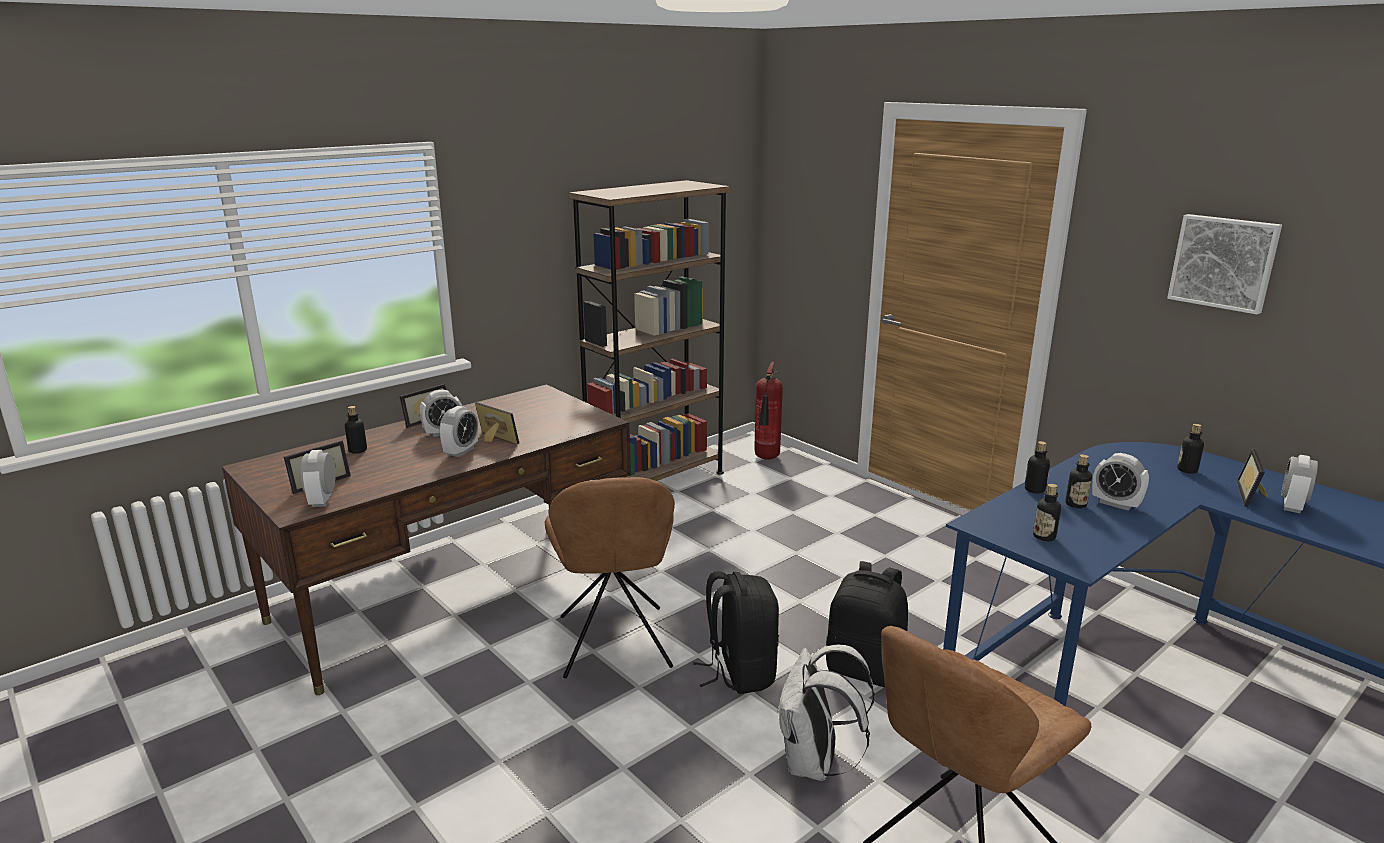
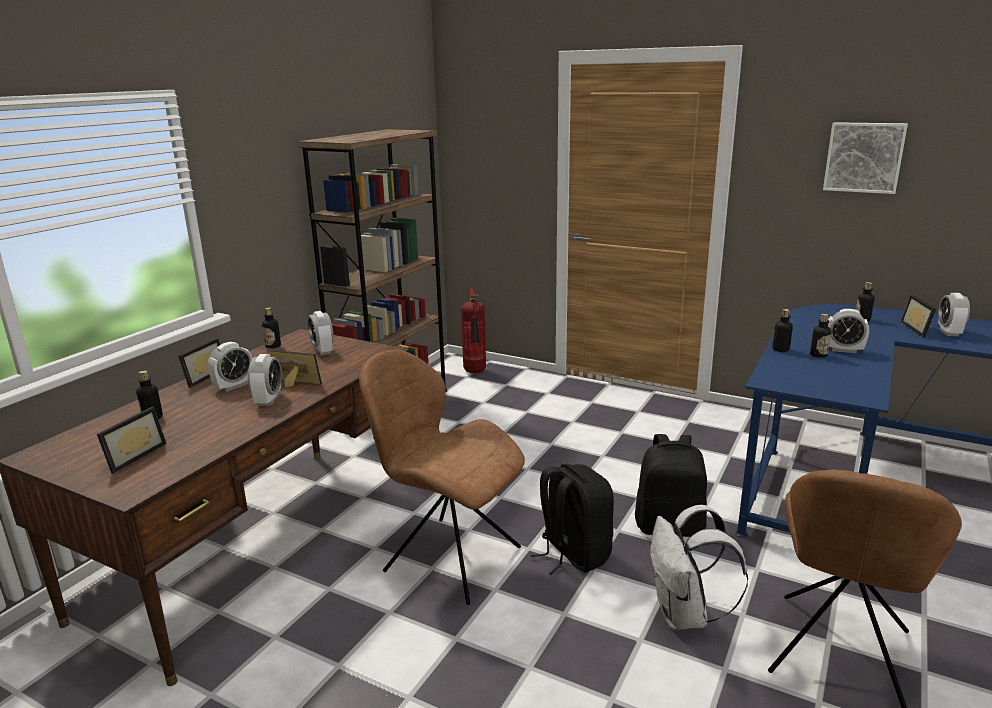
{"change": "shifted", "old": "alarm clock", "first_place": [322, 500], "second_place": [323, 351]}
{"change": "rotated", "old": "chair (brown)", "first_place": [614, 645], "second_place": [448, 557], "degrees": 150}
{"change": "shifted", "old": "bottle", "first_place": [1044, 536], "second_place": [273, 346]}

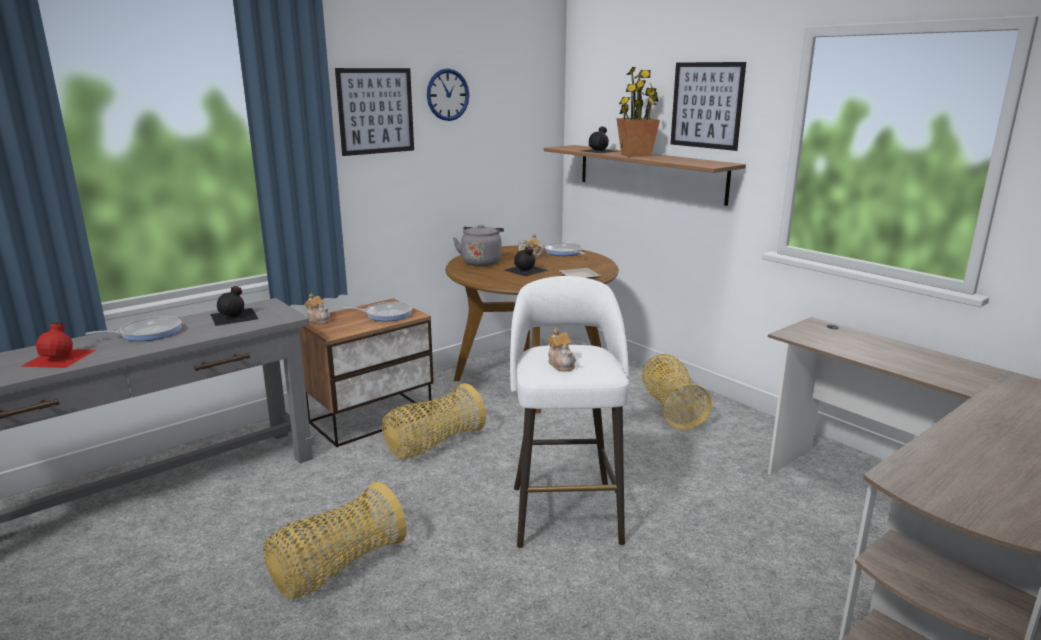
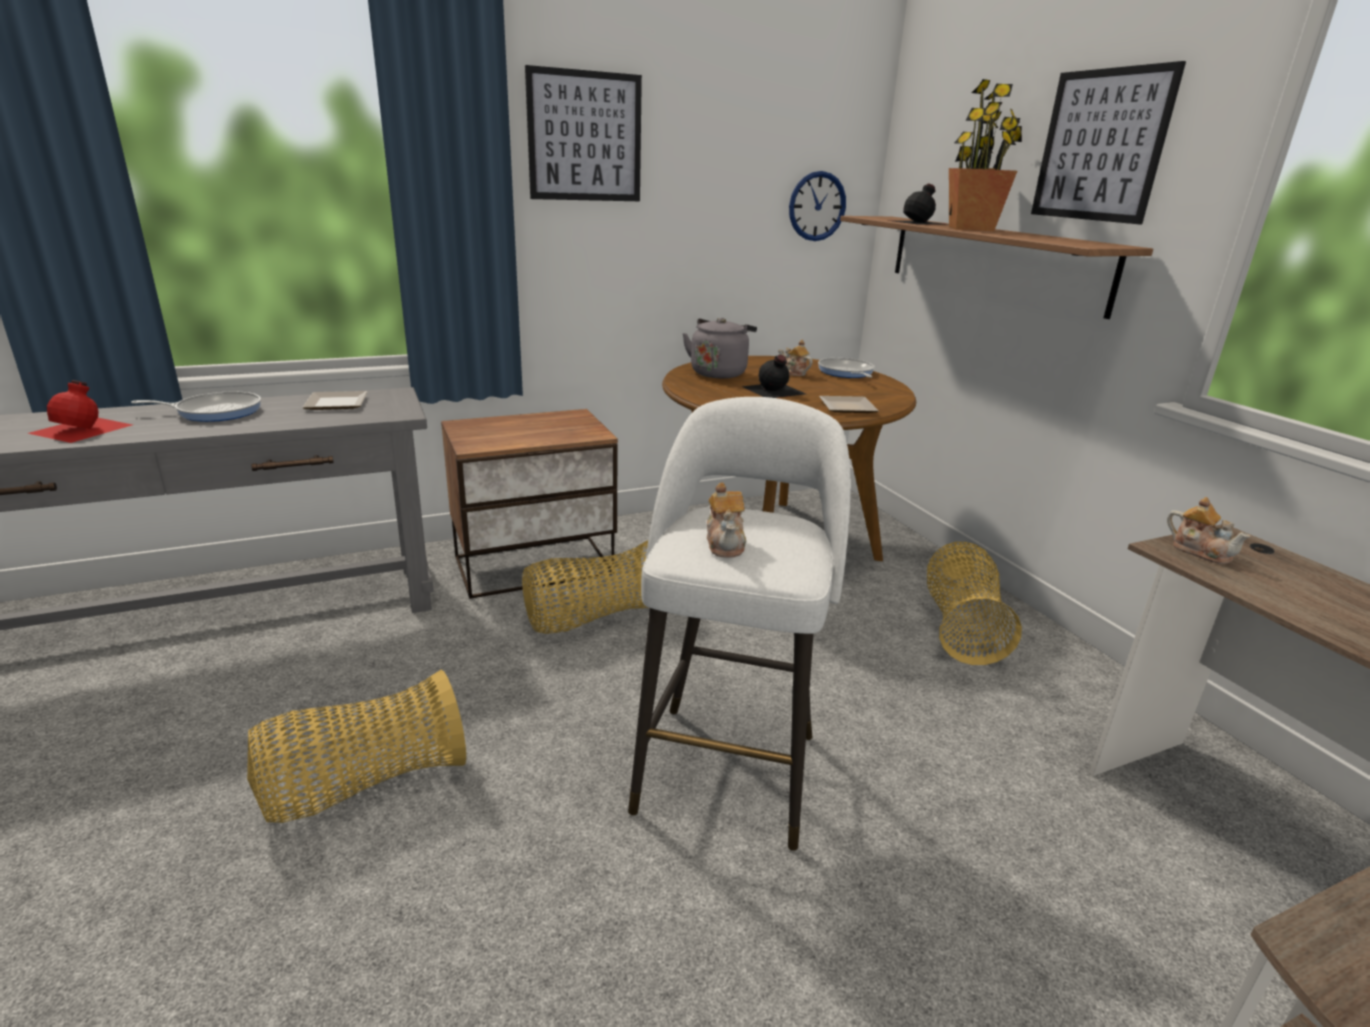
{"change": "swapped", "old": "bottle (black)", "new": "plate", "first_place": [235, 316], "second_place": [338, 404]}
{"change": "shifted", "old": "teapot", "first_place": [318, 320], "second_place": [1200, 551]}
{"change": "gone", "old": "frying pan", "first_place": [386, 314]}
{"change": "shifted", "old": "wall clock", "first_place": [447, 95], "second_place": [817, 206]}

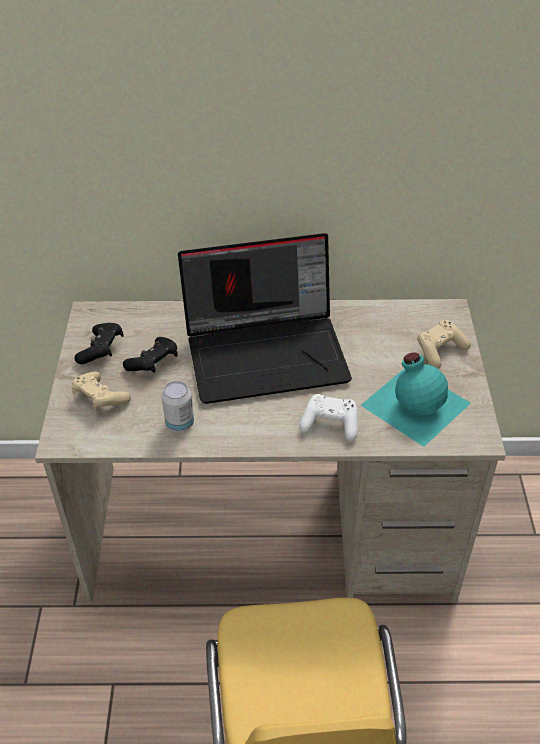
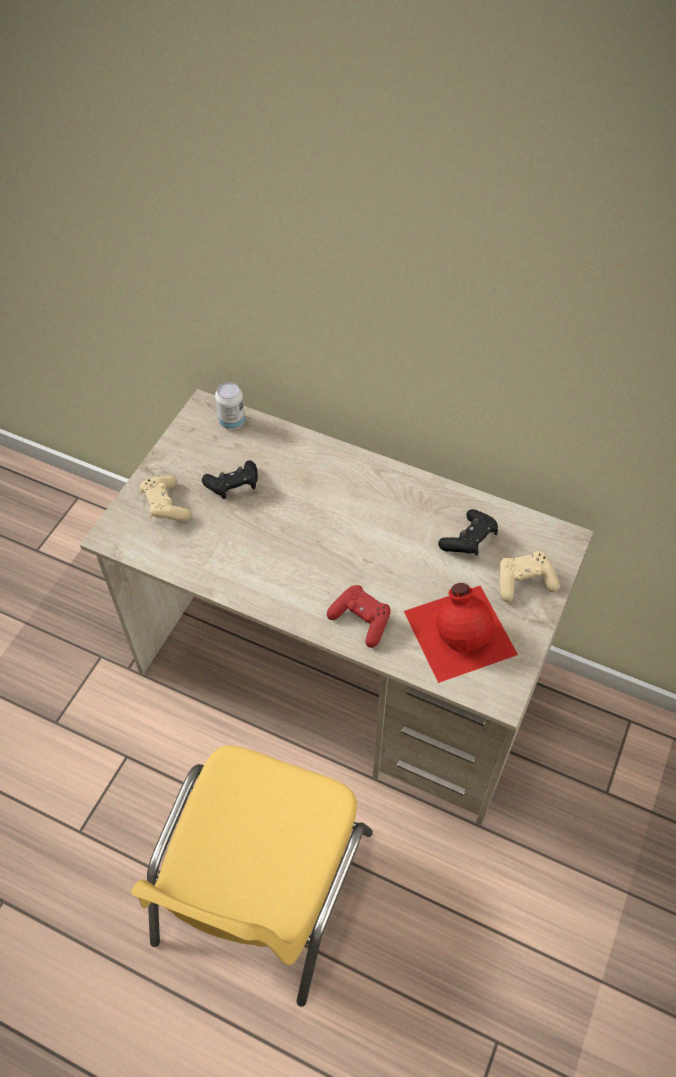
{"change": "shifted", "old": "game controller (black)", "first_place": [102, 350], "second_place": [469, 540]}
{"change": "shifted", "old": "can", "first_place": [179, 423], "second_place": [232, 422]}
{"change": "gone", "old": "laptop", "first_place": [268, 351]}
{"change": "repainted", "old": "game controller (white)", "new": "game controller (red)", "first_place": [330, 424], "second_place": [361, 620]}
{"change": "repainted", "old": "bottle (turquoise)", "new": "bottle (red)", "first_place": [415, 402], "second_place": [460, 630]}

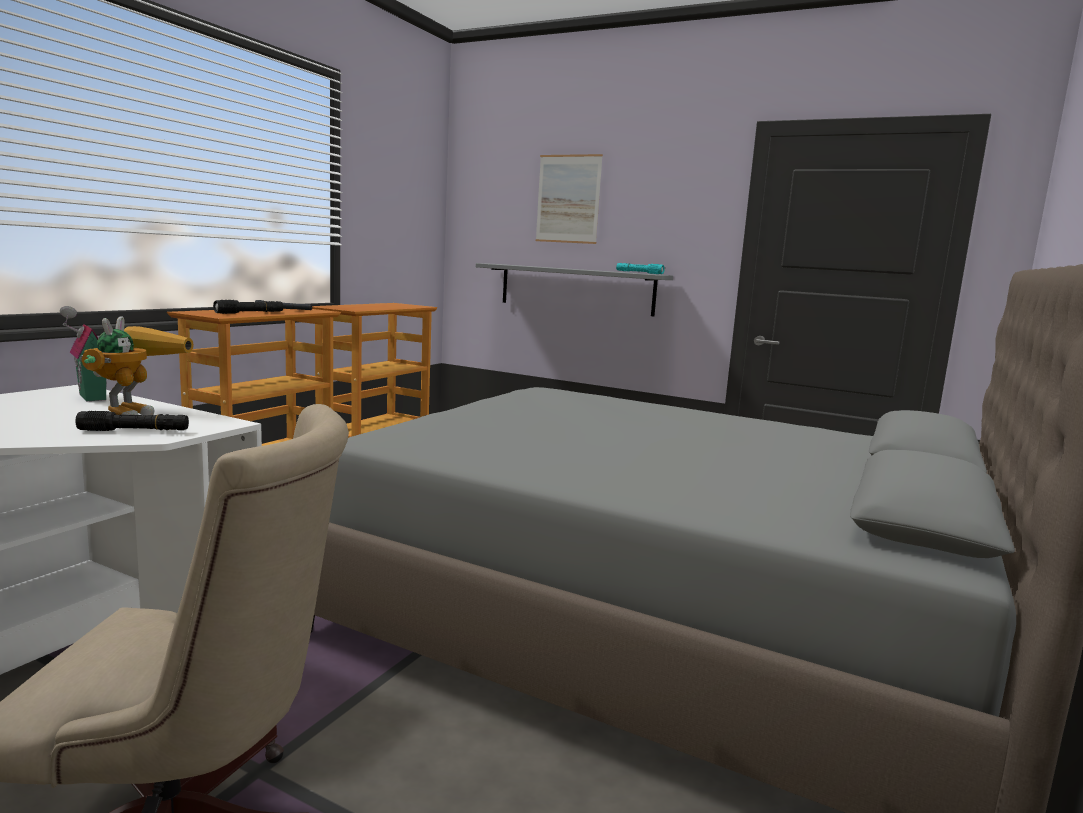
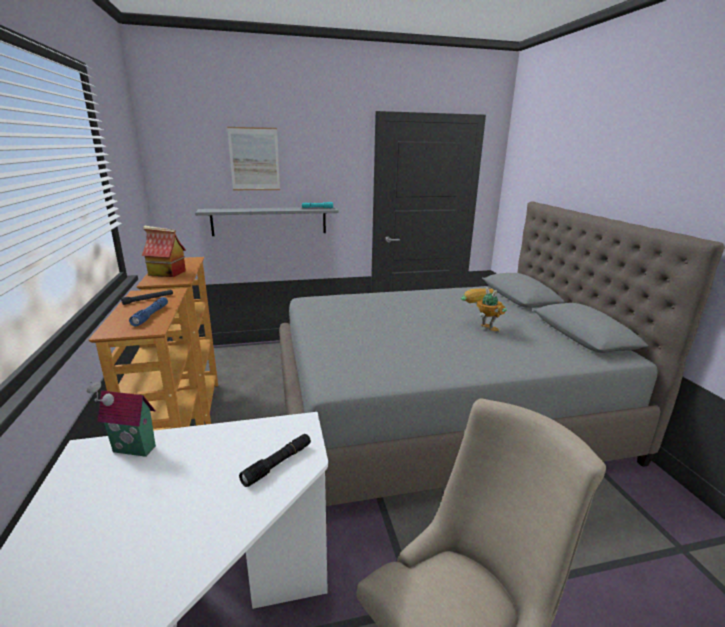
{"change": "shifted", "old": "toy robot", "first_place": [134, 413], "second_place": [481, 328]}
{"change": "repainted", "old": "flashlight (black)", "new": "flashlight (blue)", "first_place": [250, 313], "second_place": [151, 315]}
{"change": "new", "new": "toy house", "second_place": [166, 273]}

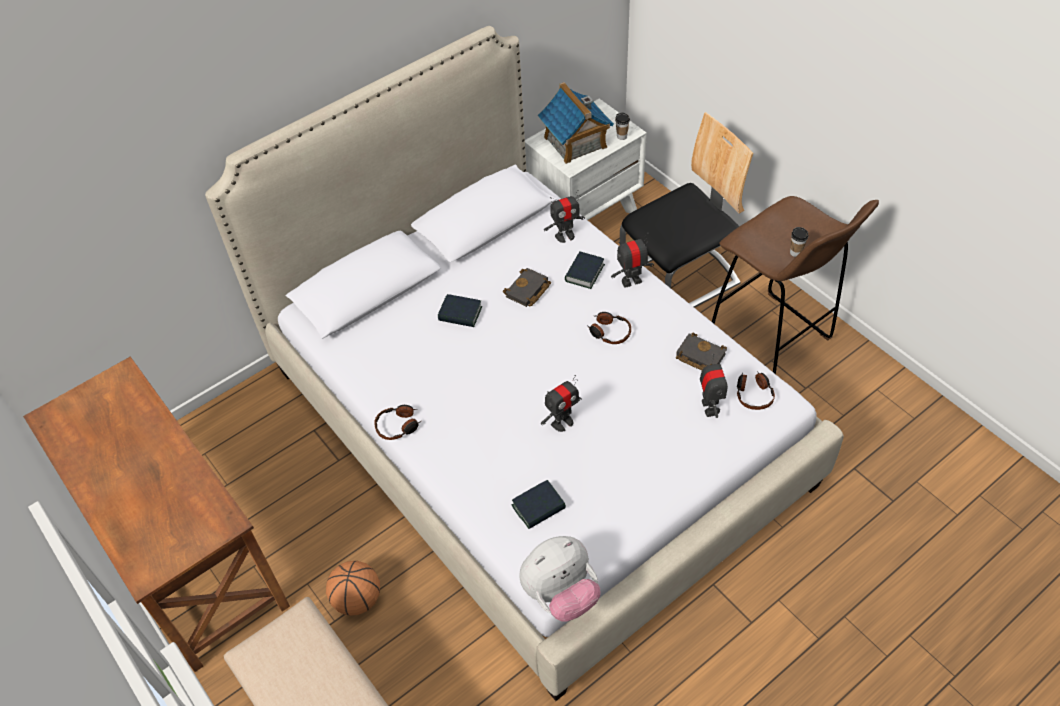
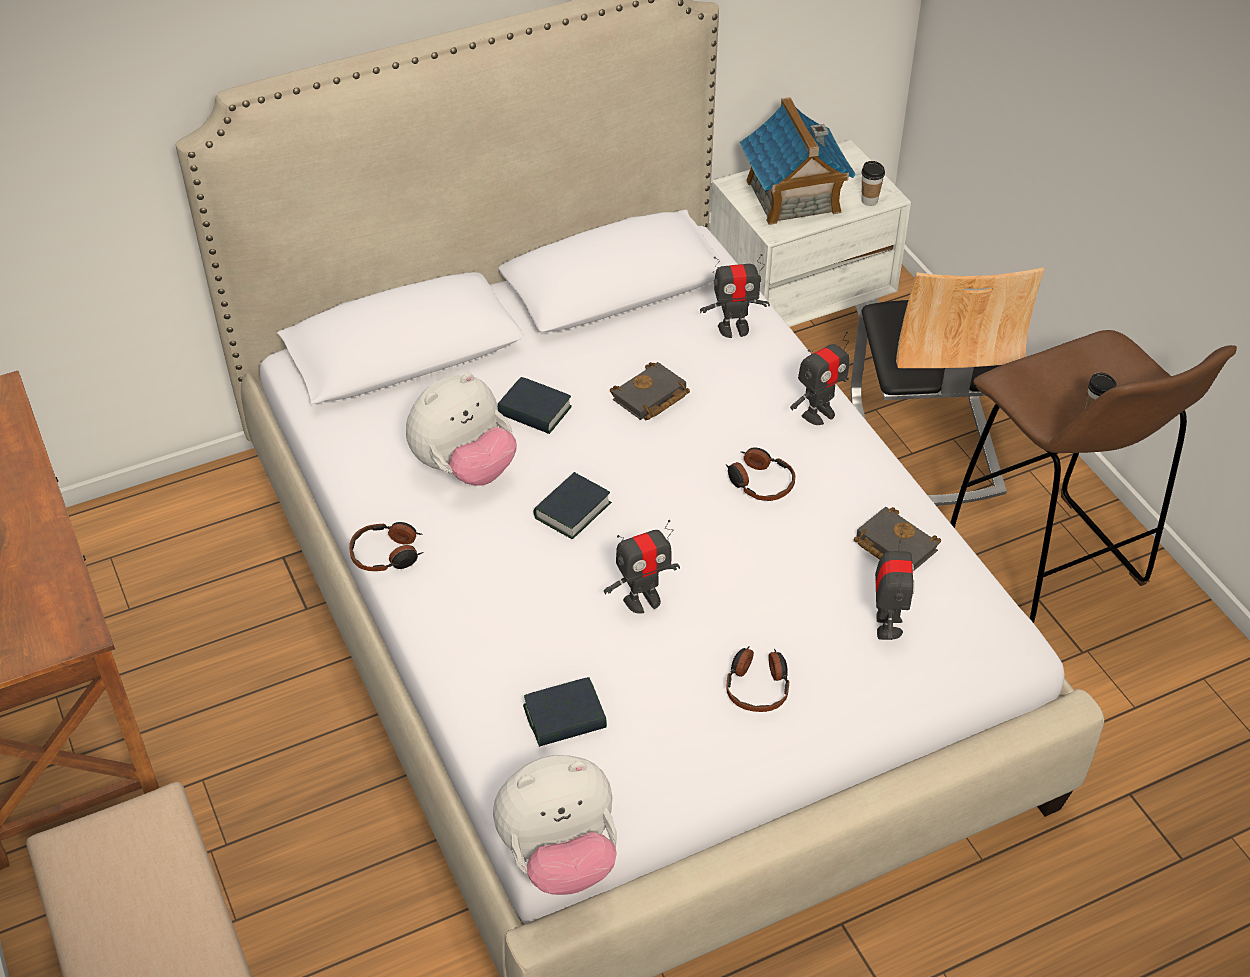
{"change": "gone", "old": "basketball", "first_place": [357, 599]}
{"change": "shifted", "old": "book", "first_place": [584, 273], "second_place": [572, 510]}
{"change": "rotated", "old": "toy robot", "first_place": [631, 281], "second_place": [818, 414], "degrees": 150}
{"change": "rotated", "old": "chair", "first_place": [680, 277], "second_place": [924, 444], "degrees": 105}
{"change": "shifted", "old": "headphones", "first_place": [753, 394], "second_place": [757, 685]}
{"change": "new", "new": "plush toy", "second_place": [464, 468]}

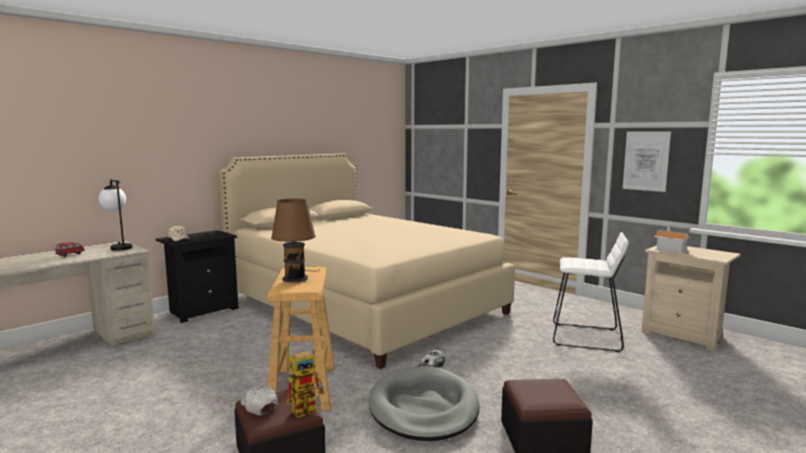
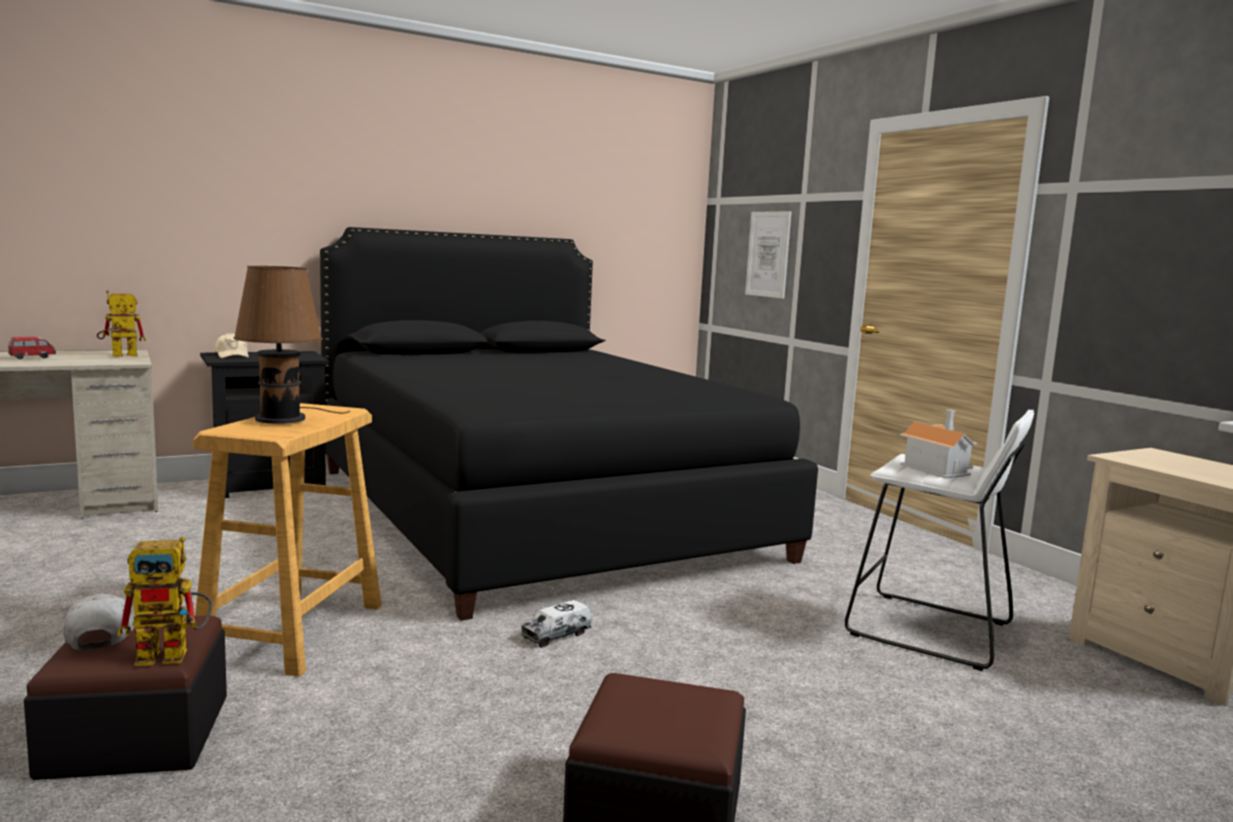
{"change": "swapped", "old": "table lamp", "new": "toy robot", "first_place": [118, 247], "second_place": [118, 356]}
{"change": "repainted", "old": "bed (beige)", "new": "bed (black)", "first_place": [362, 305], "second_place": [534, 512]}
{"change": "gone", "old": "dog bed (grey)", "first_place": [423, 408]}
{"change": "shifted", "old": "picture", "first_place": [646, 161], "second_place": [768, 254]}
{"change": "shifted", "old": "toy house", "first_place": [670, 249], "second_place": [938, 467]}

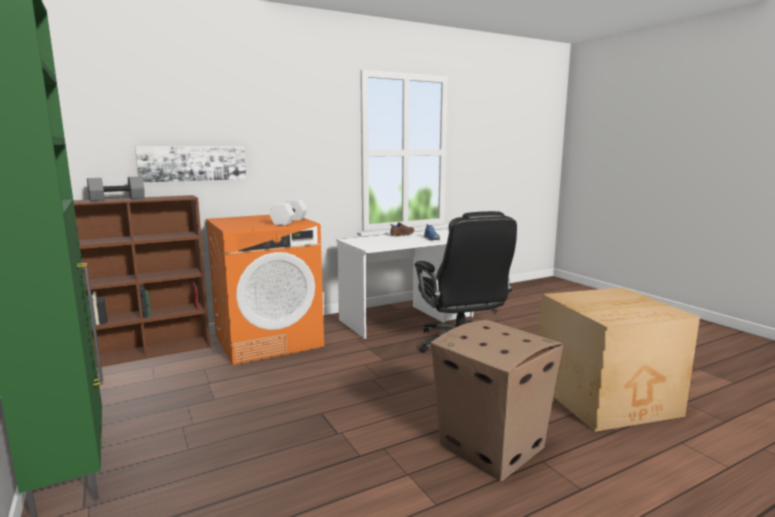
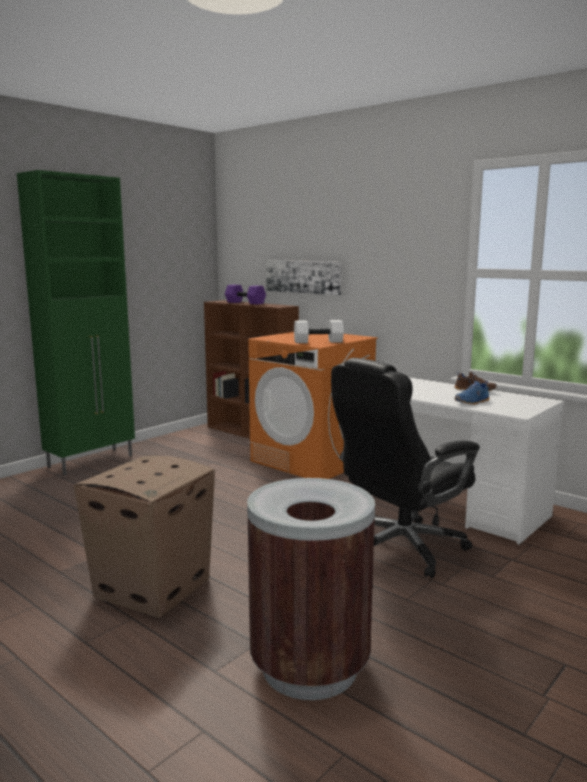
{"change": "repainted", "old": "dumbbell (grey)", "new": "dumbbell (purple)", "first_place": [117, 199], "second_place": [244, 303]}
{"change": "swapped", "old": "cardboard box", "new": "trash can (brown)", "first_place": [607, 398], "second_place": [309, 667]}

